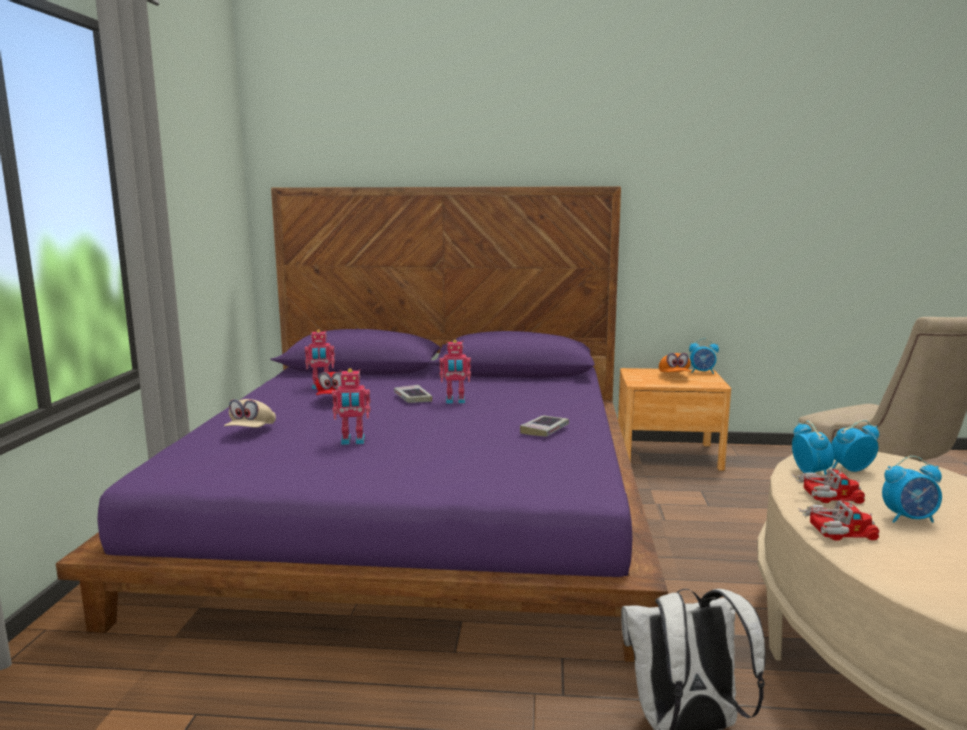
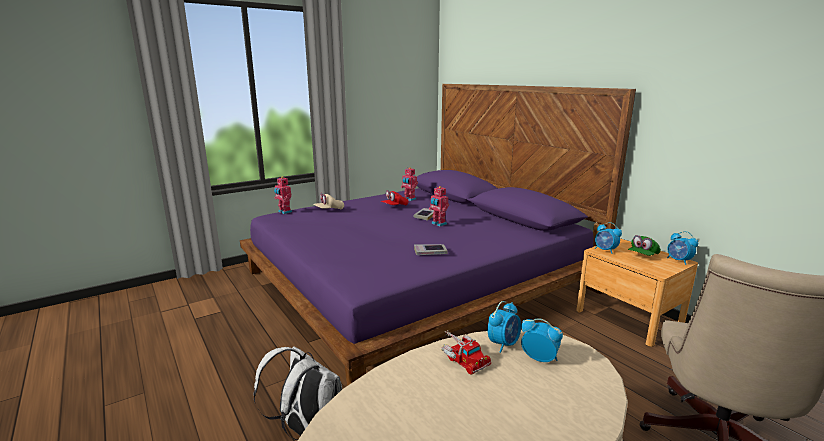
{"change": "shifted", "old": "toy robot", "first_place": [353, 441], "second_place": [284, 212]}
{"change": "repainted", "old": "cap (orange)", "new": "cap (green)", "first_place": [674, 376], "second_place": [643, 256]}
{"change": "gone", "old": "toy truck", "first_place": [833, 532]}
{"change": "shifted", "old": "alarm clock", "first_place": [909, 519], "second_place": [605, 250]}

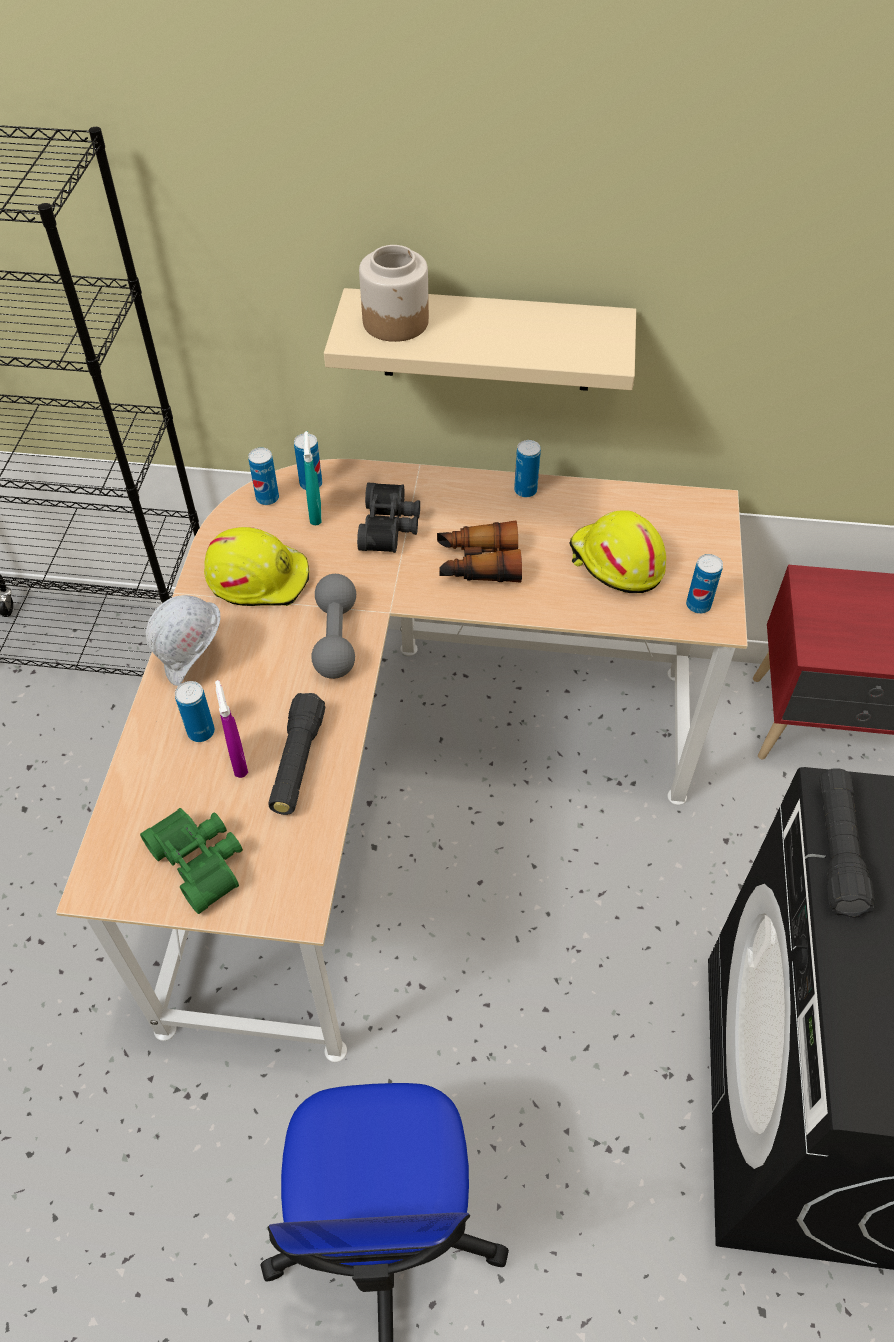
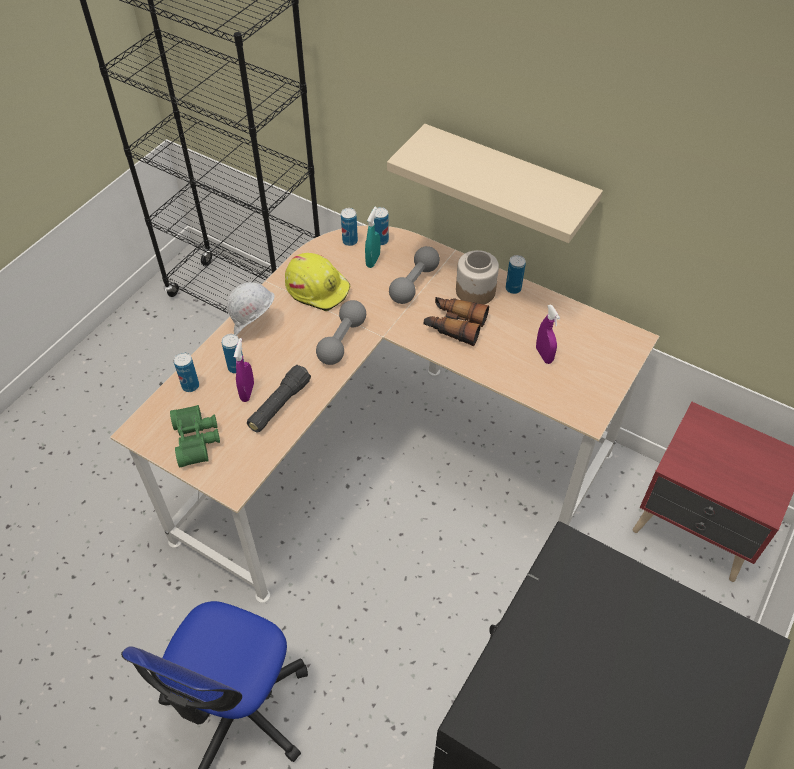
{"change": "swapped", "old": "binoculars (black)", "new": "dumbbell (grey)", "first_place": [391, 527], "second_place": [414, 283]}
{"change": "shifted", "old": "jar", "first_place": [396, 322], "second_place": [476, 291]}
{"change": "swapped", "old": "hard hat (yellow)", "new": "spray bottle (purple)", "first_place": [615, 563], "second_place": [544, 355]}
{"change": "shifted", "old": "can", "first_place": [698, 605], "second_place": [190, 386]}
{"change": "gone", "old": "flashlight (black)", "first_place": [837, 849]}

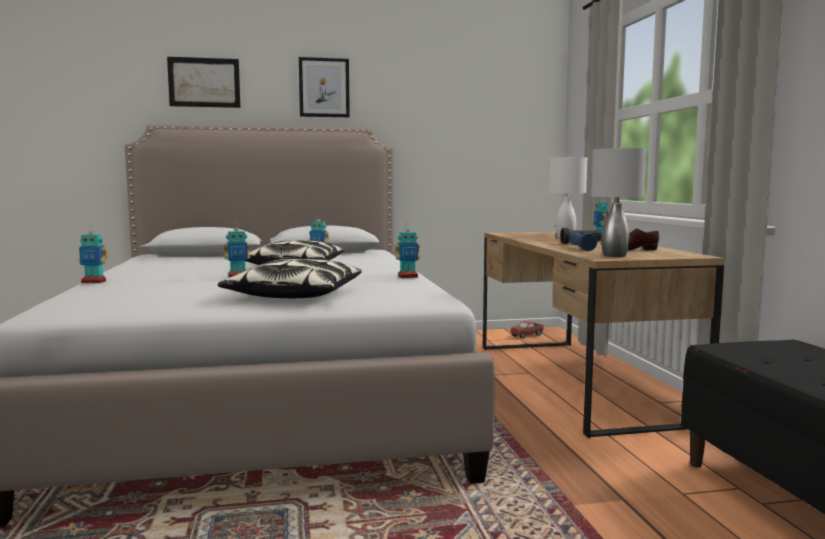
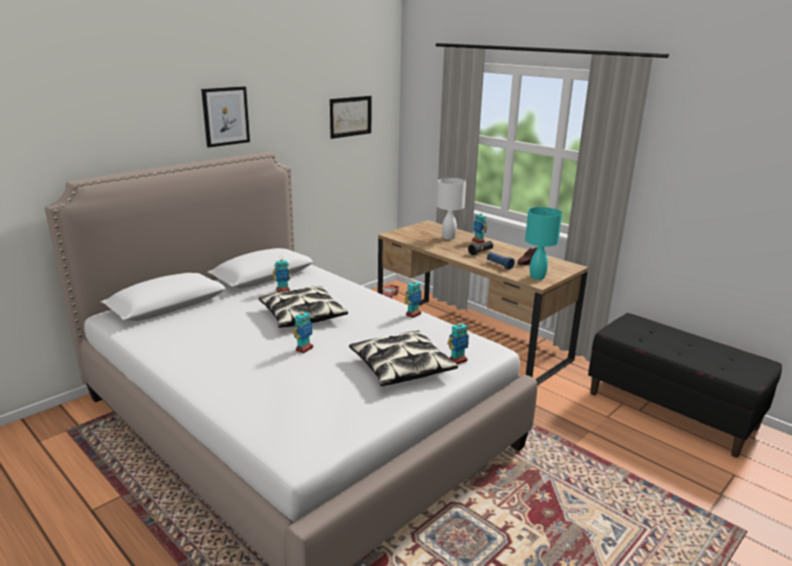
{"change": "shifted", "old": "toy robot", "first_place": [94, 282], "second_place": [457, 360]}
{"change": "shifted", "old": "picture", "first_place": [204, 82], "second_place": [350, 116]}
{"change": "repainted", "old": "table lamp (grey)", "new": "table lamp (turquoise)", "first_place": [614, 255], "second_place": [536, 277]}

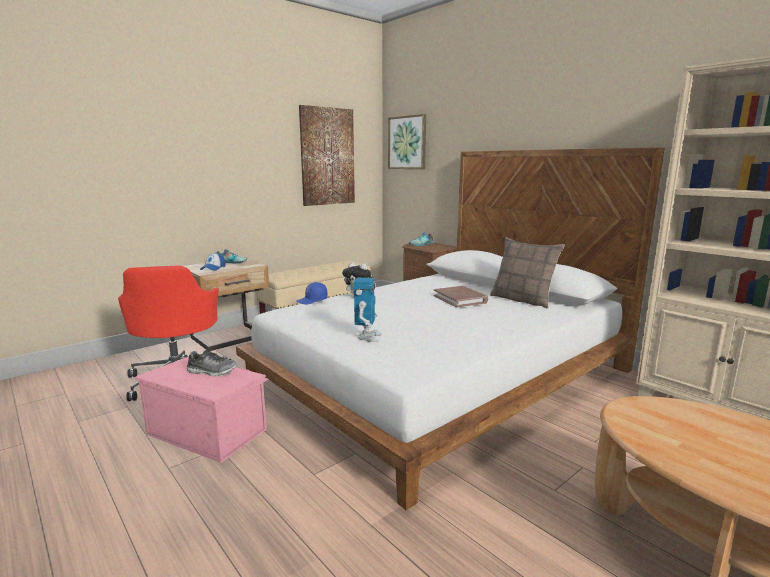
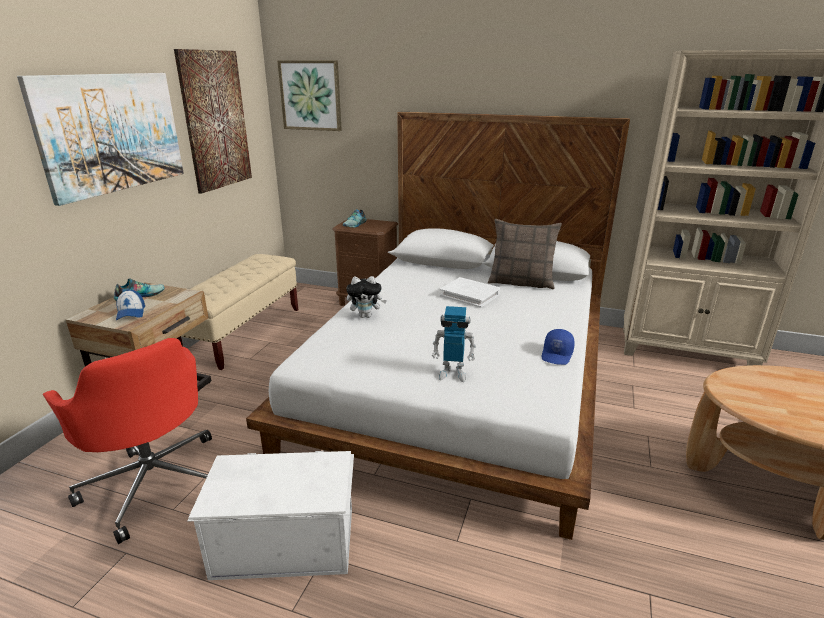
{"change": "repainted", "old": "storage box (pink)", "new": "storage box (white)", "first_place": [207, 431], "second_place": [284, 540]}
{"change": "gone", "old": "shoe", "first_place": [212, 372]}
{"change": "shifted", "old": "cap (blue)", "first_place": [312, 300], "second_place": [557, 355]}
{"change": "rotated", "old": "toy robot", "first_place": [367, 337], "second_place": [453, 373], "degrees": 120}
{"change": "repainted", "old": "book (brown)", "new": "book (white)", "first_place": [460, 299], "second_place": [470, 295]}
{"change": "new", "new": "picture", "second_place": [112, 133]}

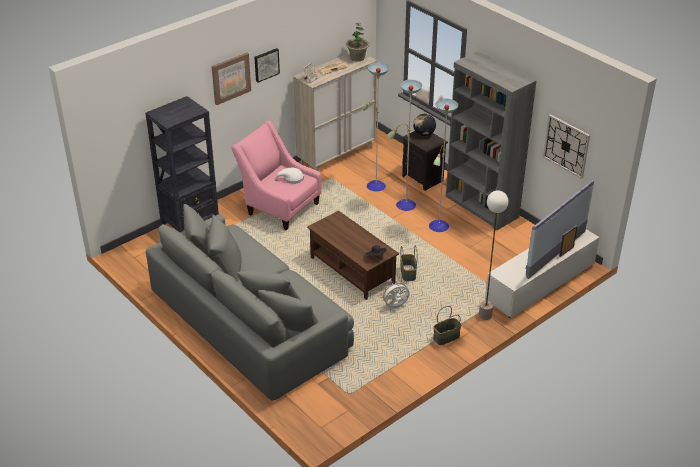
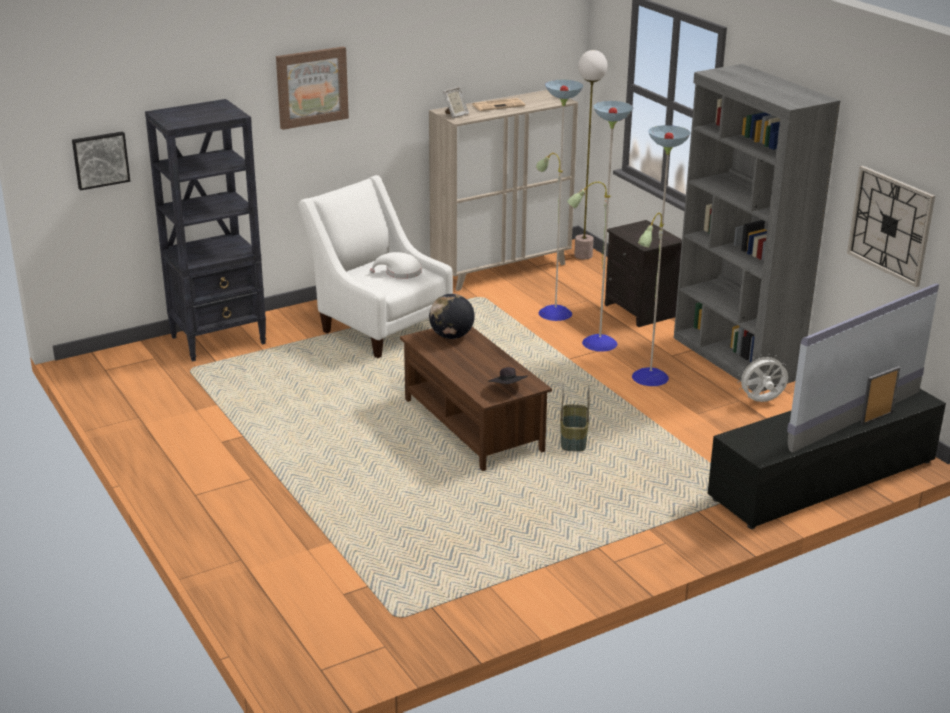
{"change": "gone", "old": "sofa (grey)", "first_place": [251, 321]}
{"change": "repainted", "old": "armchair (pink)", "new": "armchair (white)", "first_place": [279, 207], "second_place": [379, 326]}
{"change": "shifted", "old": "picture", "first_place": [266, 64], "second_place": [100, 160]}
{"change": "gone", "old": "potted plant", "first_place": [357, 58]}
{"change": "shifted", "old": "fan (white)", "first_place": [395, 306], "second_place": [761, 402]}
{"change": "shifted", "old": "globe", "first_place": [424, 134], "second_place": [451, 336]}
{"change": "gone", "old": "basket", "first_place": [446, 337]}
{"change": "shifted", "old": "floor lamp", "first_place": [485, 315], "second_place": [583, 255]}
{"change": "repainted", "old": "tv stand (white)", "new": "tv stand (black)", "first_place": [540, 283], "second_place": [822, 481]}

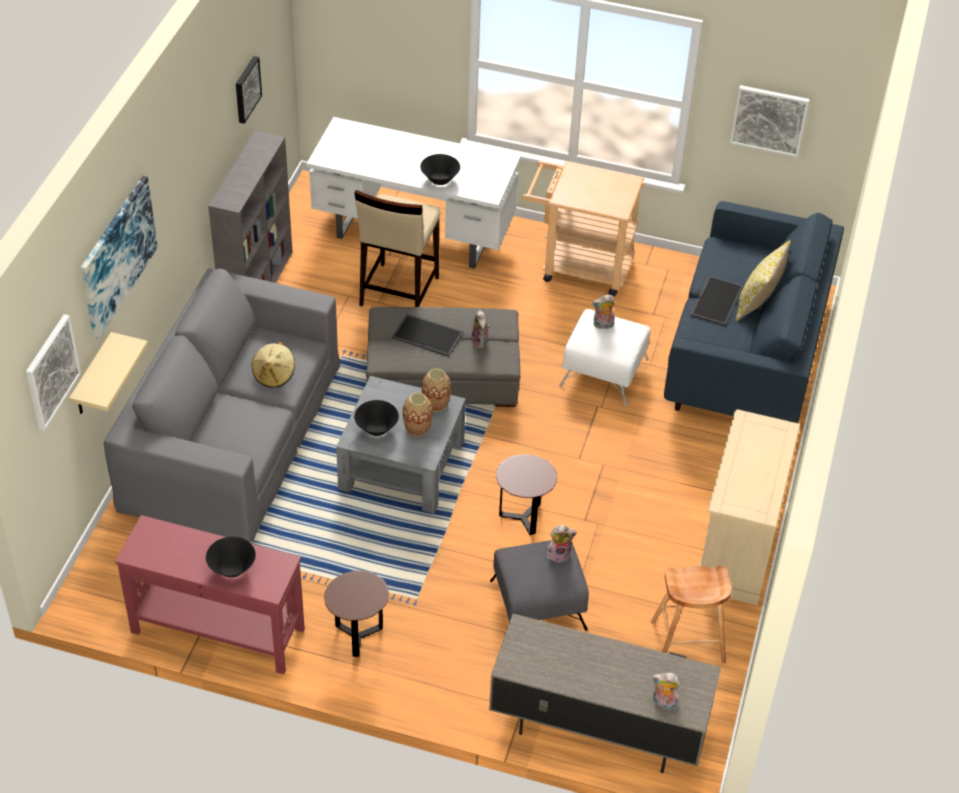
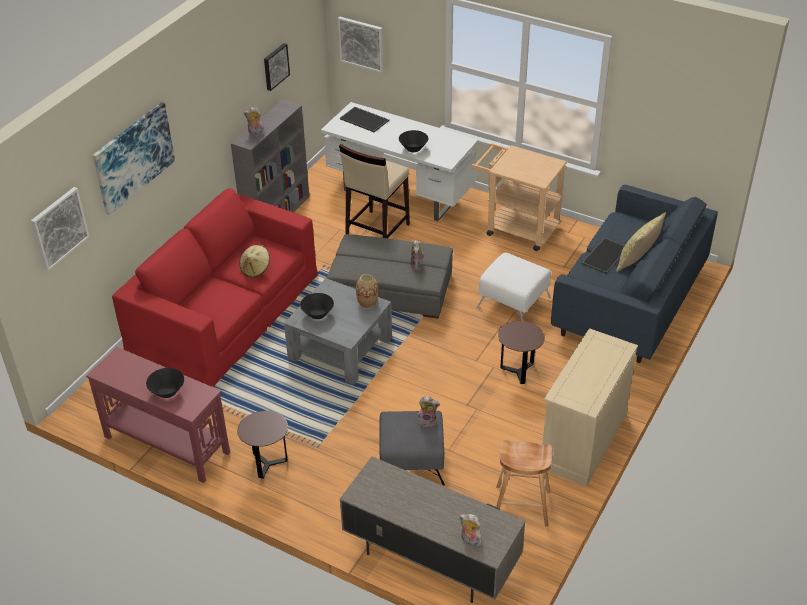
{"change": "gone", "old": "shelf (beige)", "first_place": [92, 377]}
{"change": "repainted", "old": "sofa (grey)", "new": "sofa (red)", "first_place": [231, 433], "second_place": [224, 311]}
{"change": "shifted", "old": "tray", "first_place": [428, 335], "second_place": [365, 119]}
{"change": "gone", "old": "vase", "first_place": [417, 428]}
{"change": "shifted", "old": "side table (brown)", "first_place": [523, 518], "second_place": [518, 372]}
{"change": "shifted", "old": "plush toy", "first_place": [603, 325], "second_place": [255, 133]}
{"change": "shifted", "old": "picture", "first_place": [769, 120], "second_place": [361, 44]}

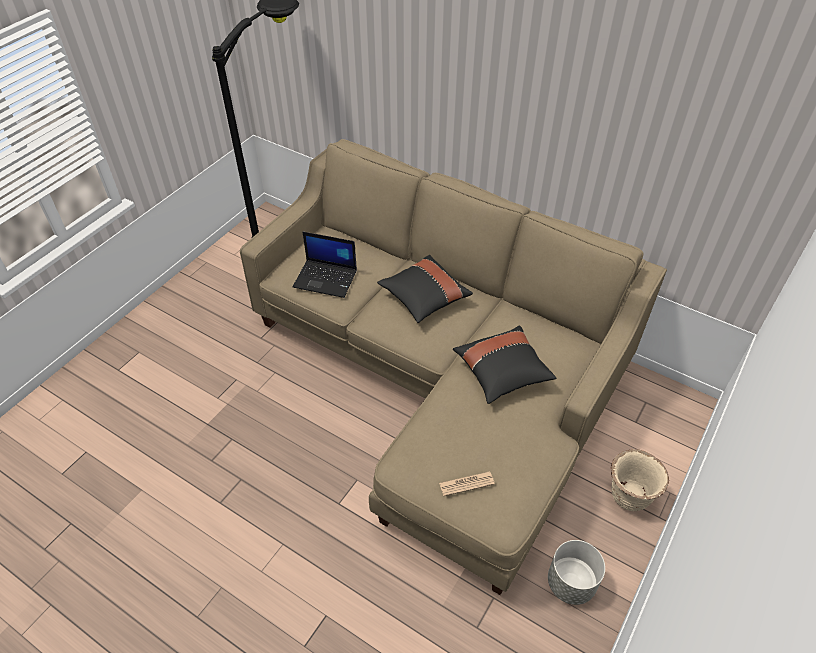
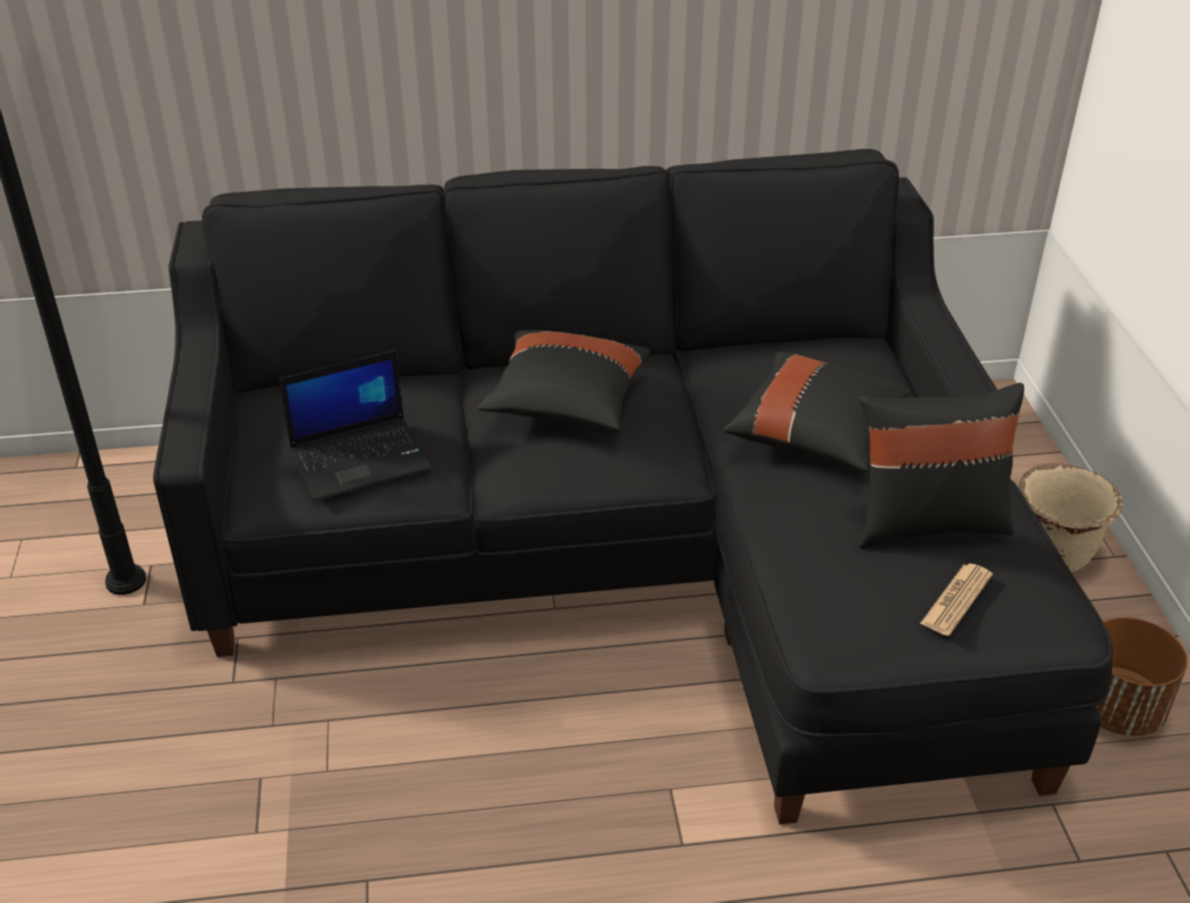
{"change": "repainted", "old": "sofa (beige)", "new": "sofa (black)", "first_place": [443, 377], "second_place": [632, 556]}
{"change": "repainted", "old": "planter (grey)", "new": "planter (brown)", "first_place": [571, 583], "second_place": [1118, 710]}
{"change": "new", "new": "pillow (black)", "second_place": [927, 522]}

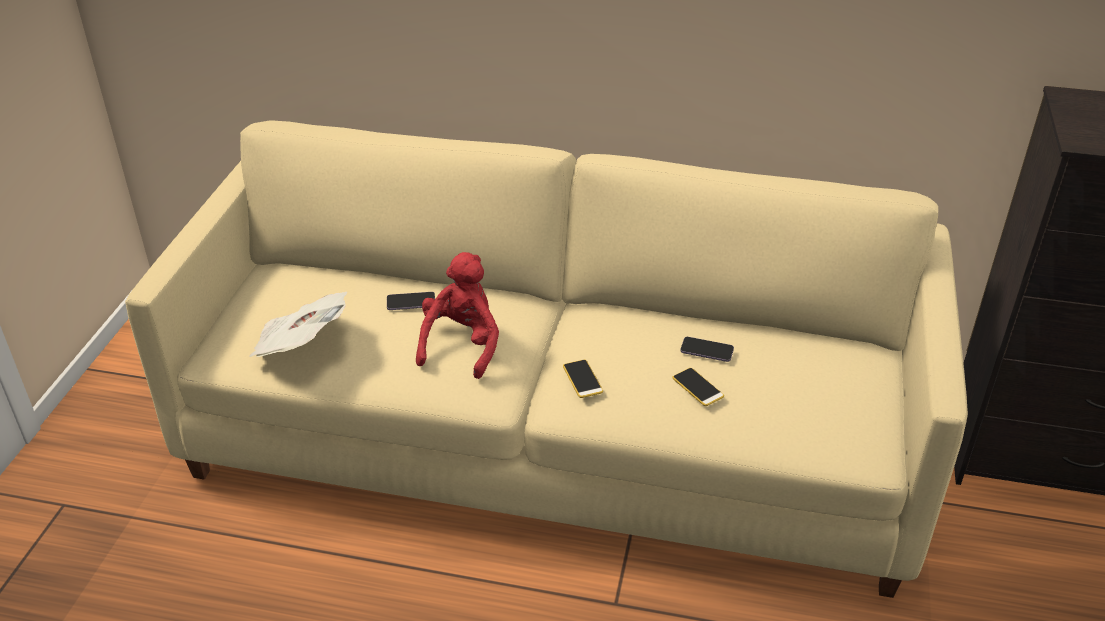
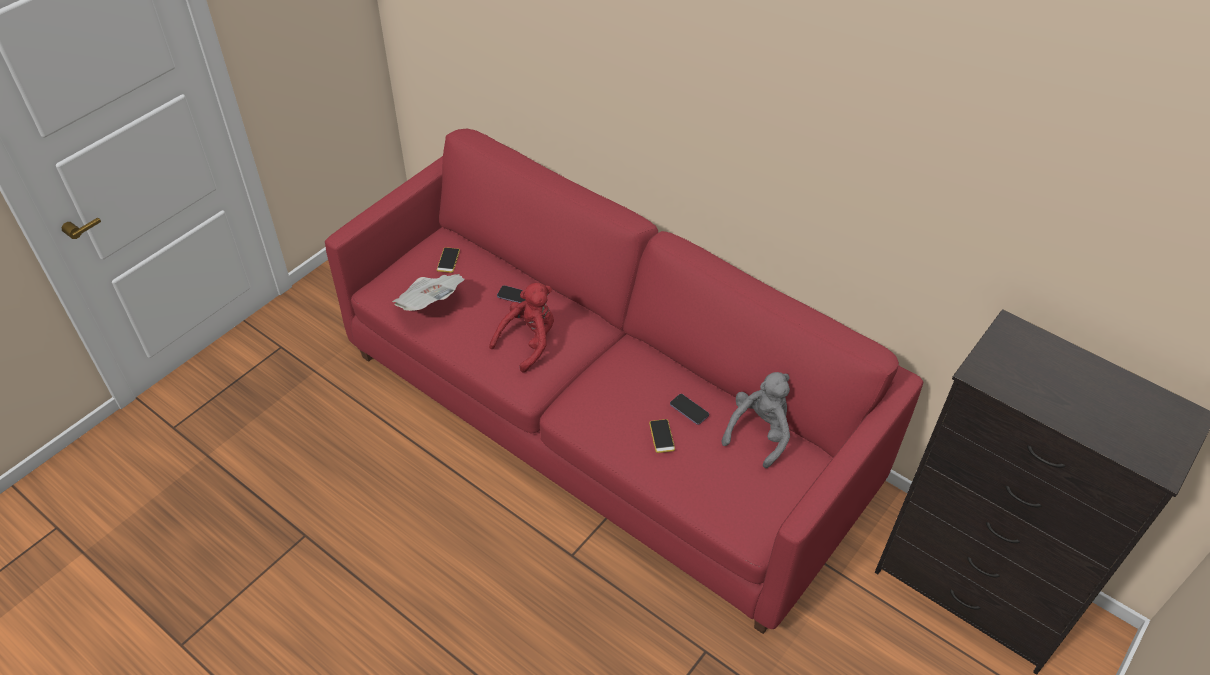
{"change": "repainted", "old": "sofa (beige)", "new": "sofa (red)", "first_place": [554, 439], "second_place": [605, 420]}
{"change": "shifted", "old": "phone", "first_place": [582, 379], "second_place": [448, 260]}
{"change": "new", "new": "plush toy (grey)", "second_place": [759, 433]}

